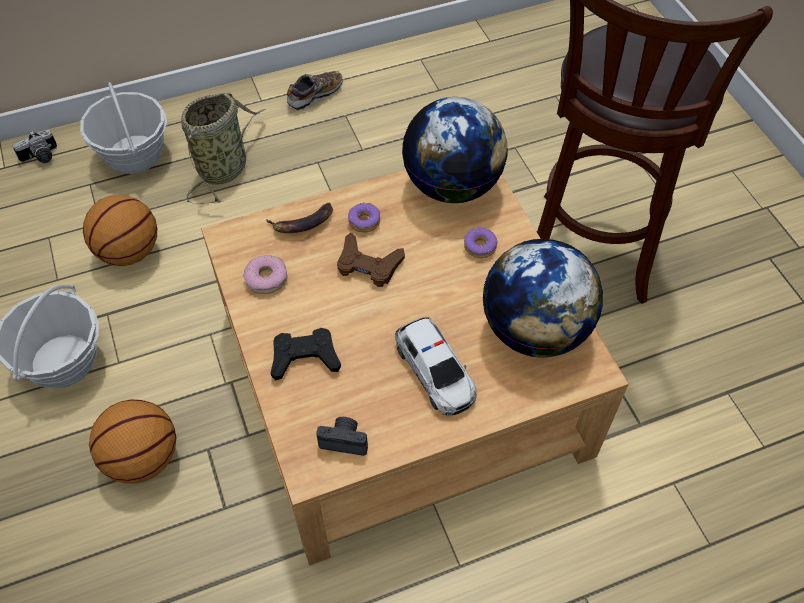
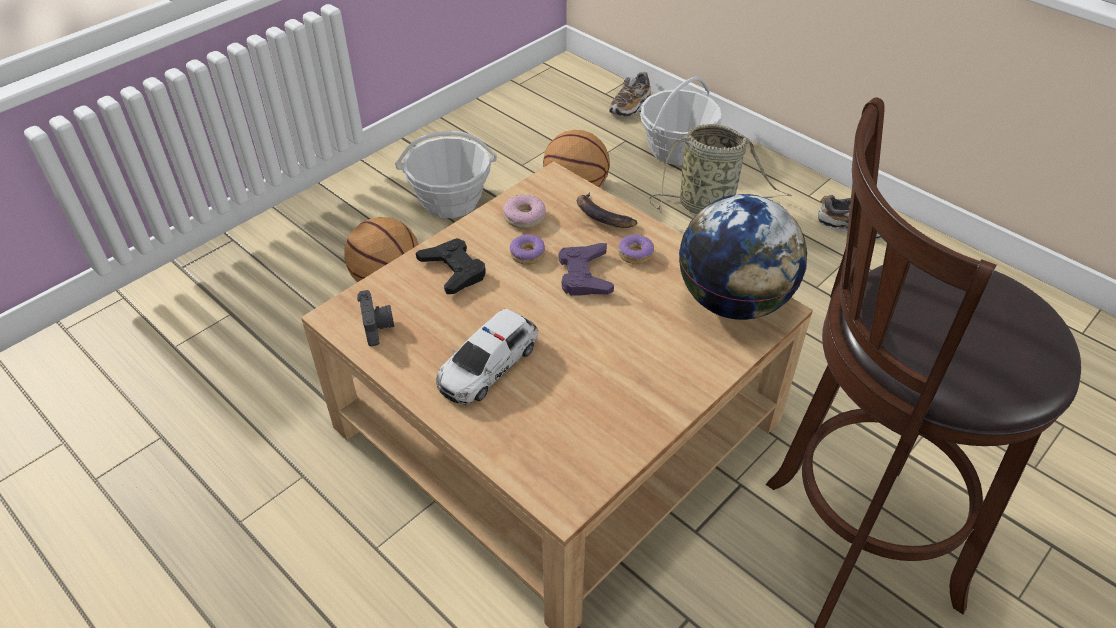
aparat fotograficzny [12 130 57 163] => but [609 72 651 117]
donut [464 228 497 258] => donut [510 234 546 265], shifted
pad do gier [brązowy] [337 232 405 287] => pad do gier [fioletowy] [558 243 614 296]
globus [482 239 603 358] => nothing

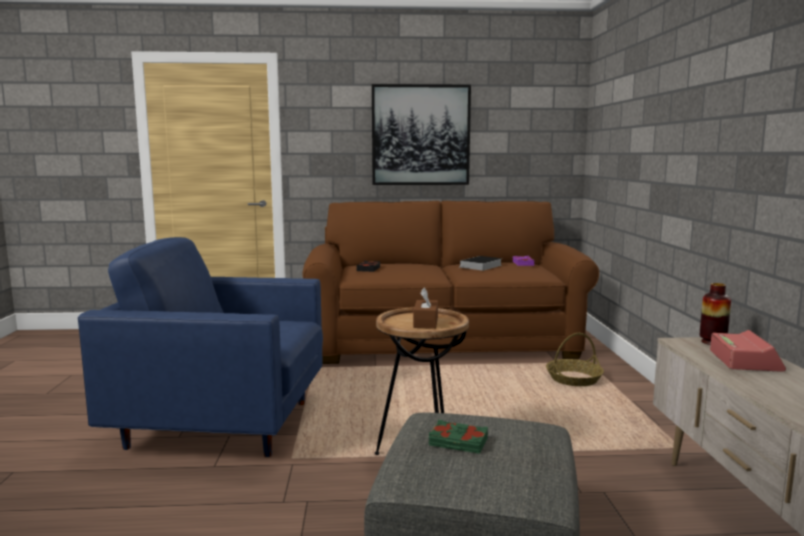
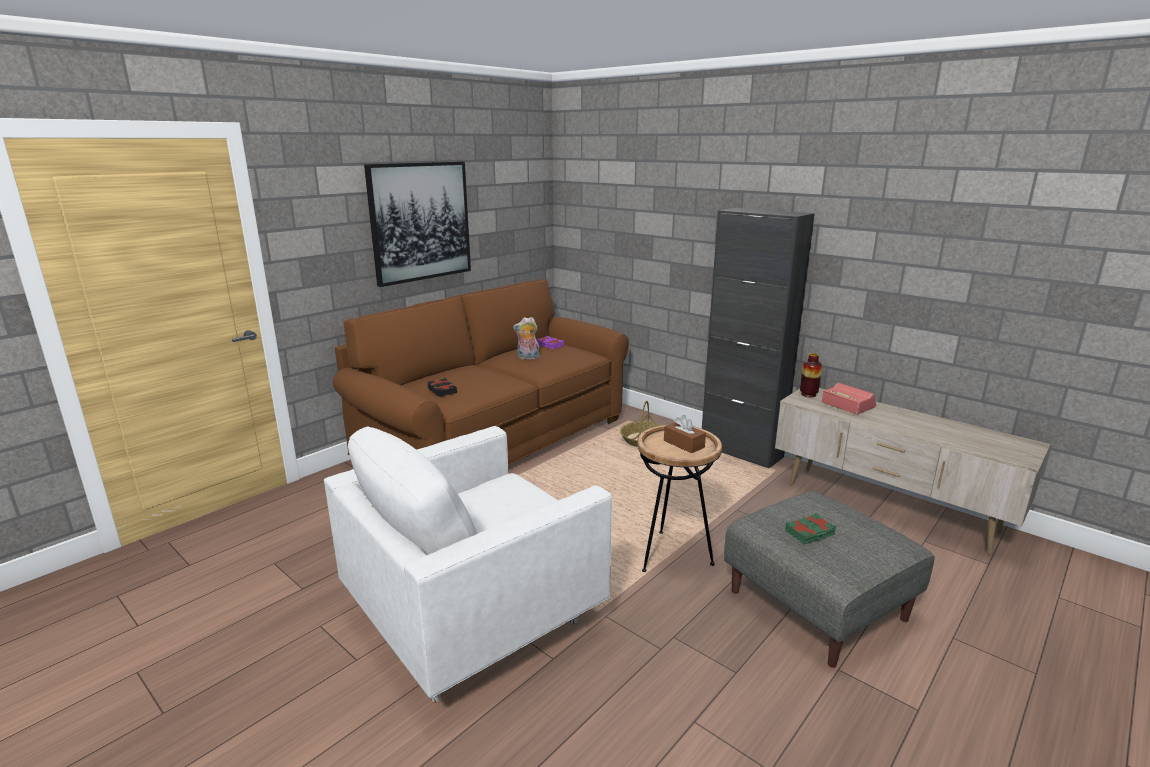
fotel [niebieski] [78 237 323 457] => fotel [biały] [324 426 612 703]
książka [457 256 502 271] => pluszak [513 317 540 360]
nothing => szafka [czarny] [702 208 815 468]

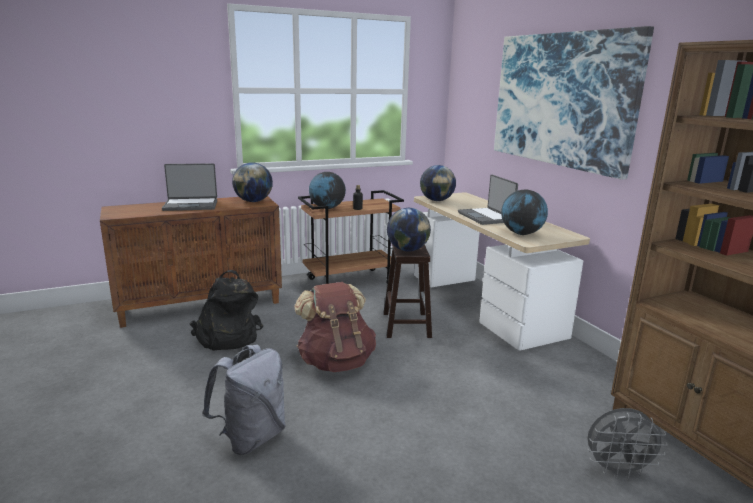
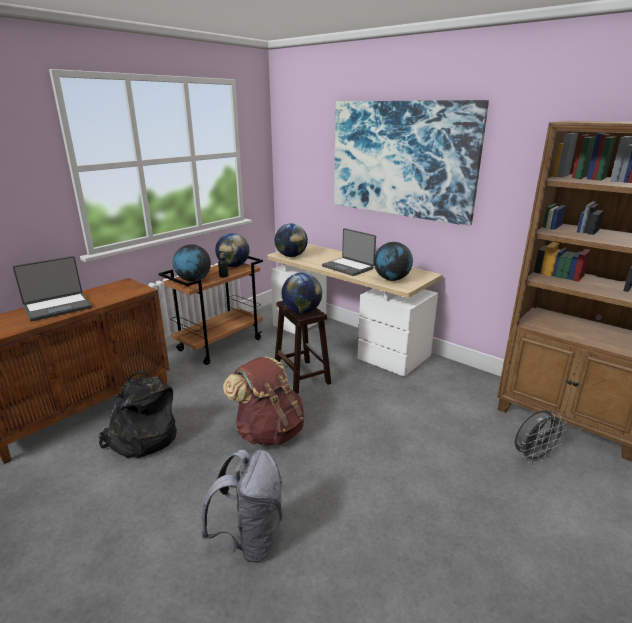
globus [232 162 273 202] => globus [215 233 249 267], shifted

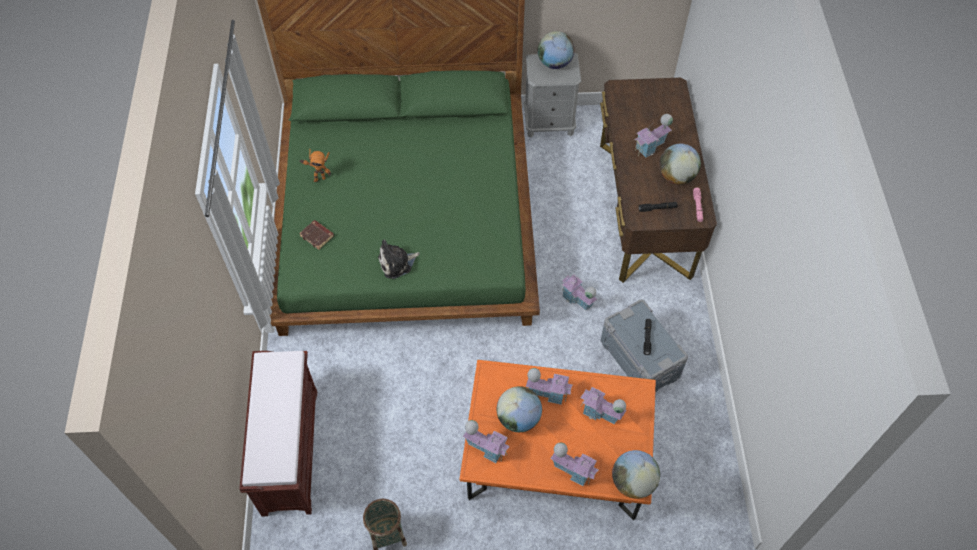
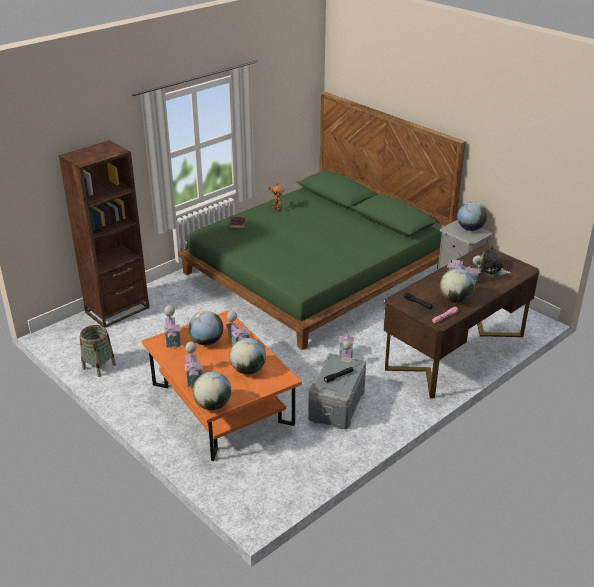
pluszak [378 239 420 279] => pluszak [478 245 512 276], shifted
ławka [brązowy] [239 351 317 517] => regał [brązowy] [59 140 150 328]
domek [581 387 626 424] => globus [230 338 266 374]

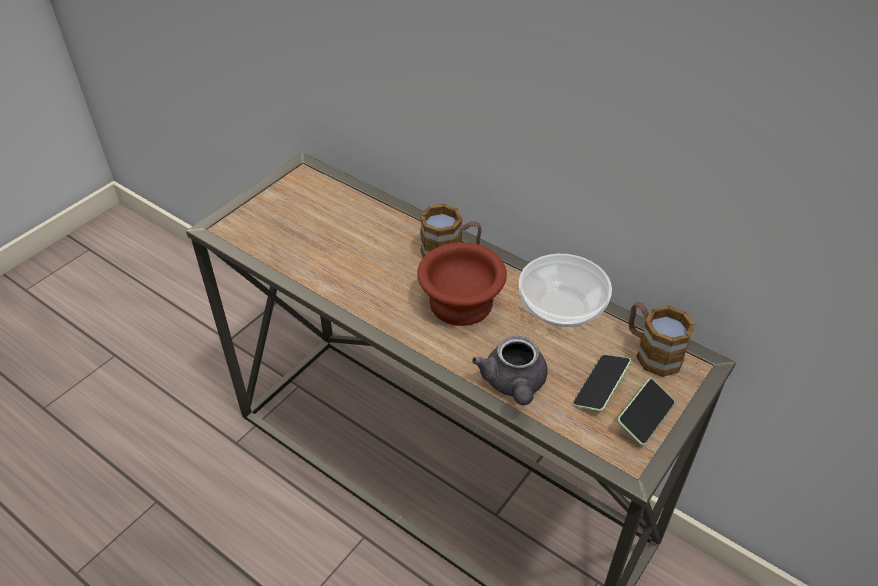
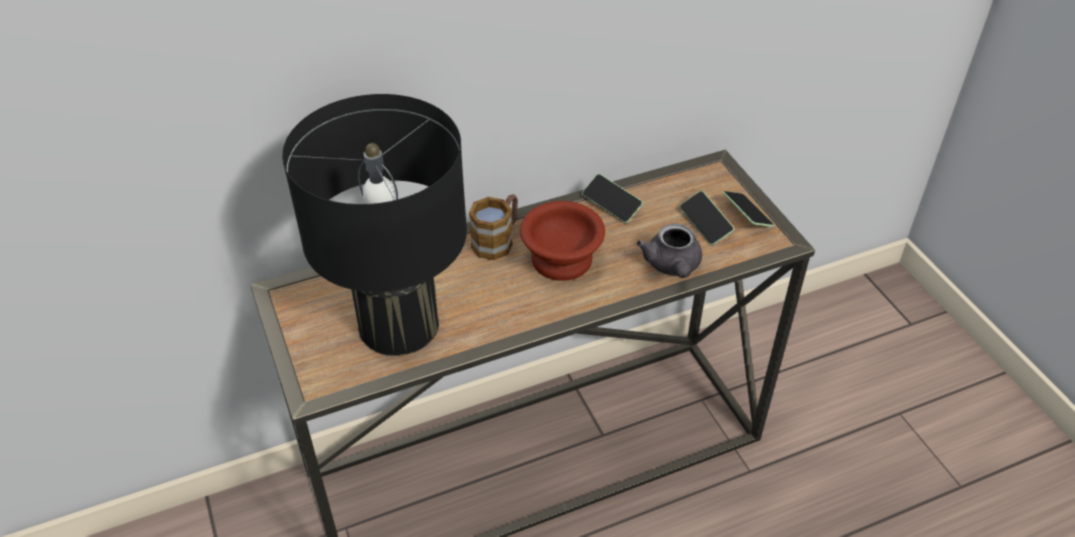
miska [519 254 612 327] => telefon [582 174 643 223]
kubek [628 302 695 377] => nothing
imbryk [szary] [472 336 548 405] => imbryk [szary] [637 223 702 278], 60 degrees clockwise
nothing => lampa stołowa [czarny] [282 94 467 356]

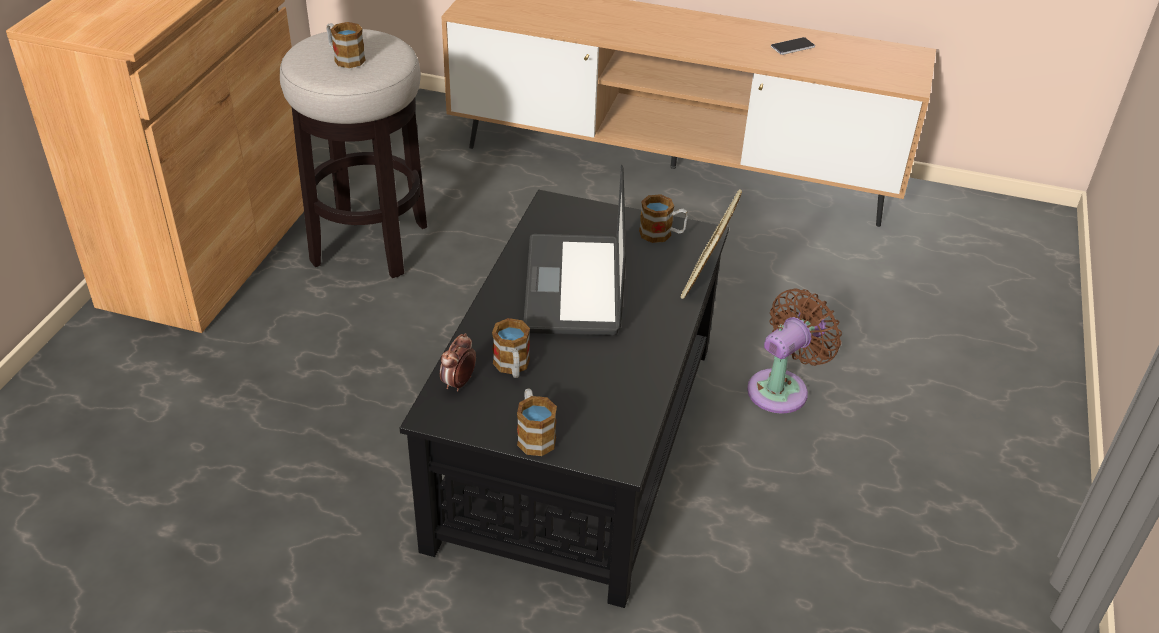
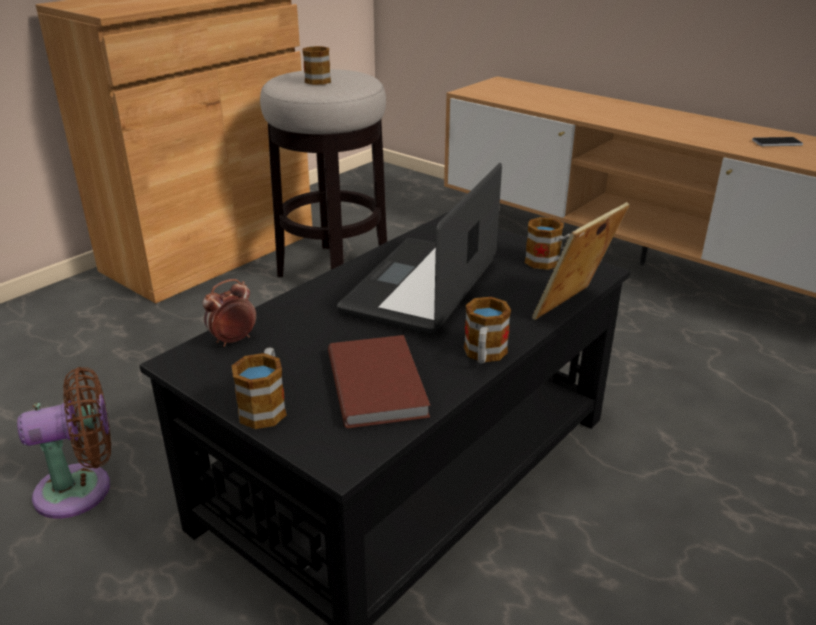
wentylator [brązowy] [747 288 842 414] => wentylator [brązowy] [17 367 111 519], shifted
kubek [492 318 530 378] => kubek [464 297 511 363], shifted
nothing => książka [brązowy] [328 335 431 428]

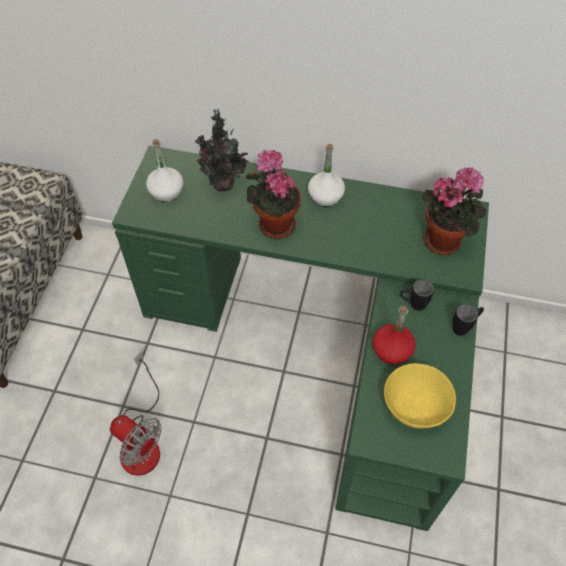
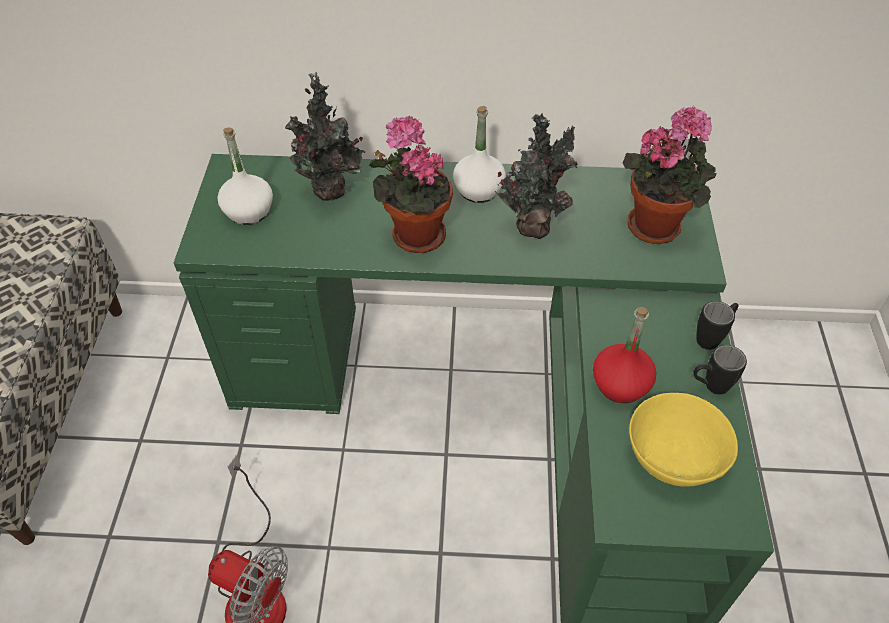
kubek [czarny] [400 279 434 311] => kubek [czarny] [693 345 747 395], shifted
nothing => roślina doniczkowa [495 113 578 239]

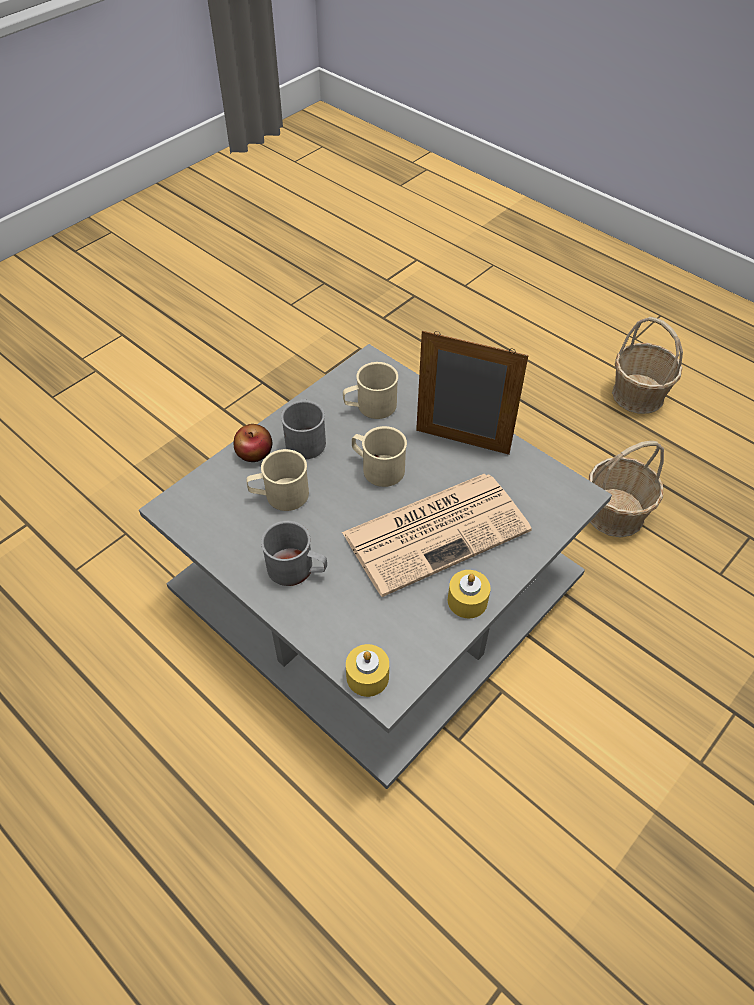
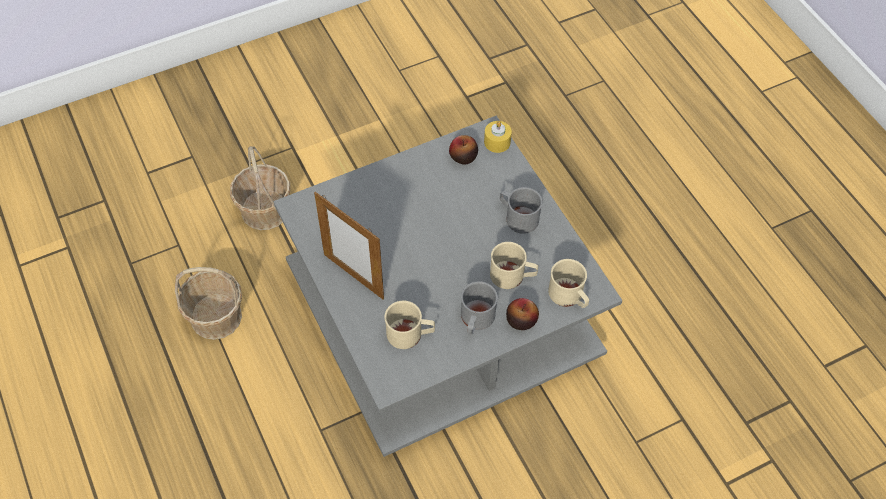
koszyk [612 317 683 414] => koszyk [230 146 290 230], shifted
kubek [beżowy] [352 426 407 487] => kubek [beżowy] [548 259 589 308], shifted
gazeta [342 474 532 597] => nothing
świeca [żółty] [448 570 490 618] => nothing
nothing => jabłko [449 135 478 165]

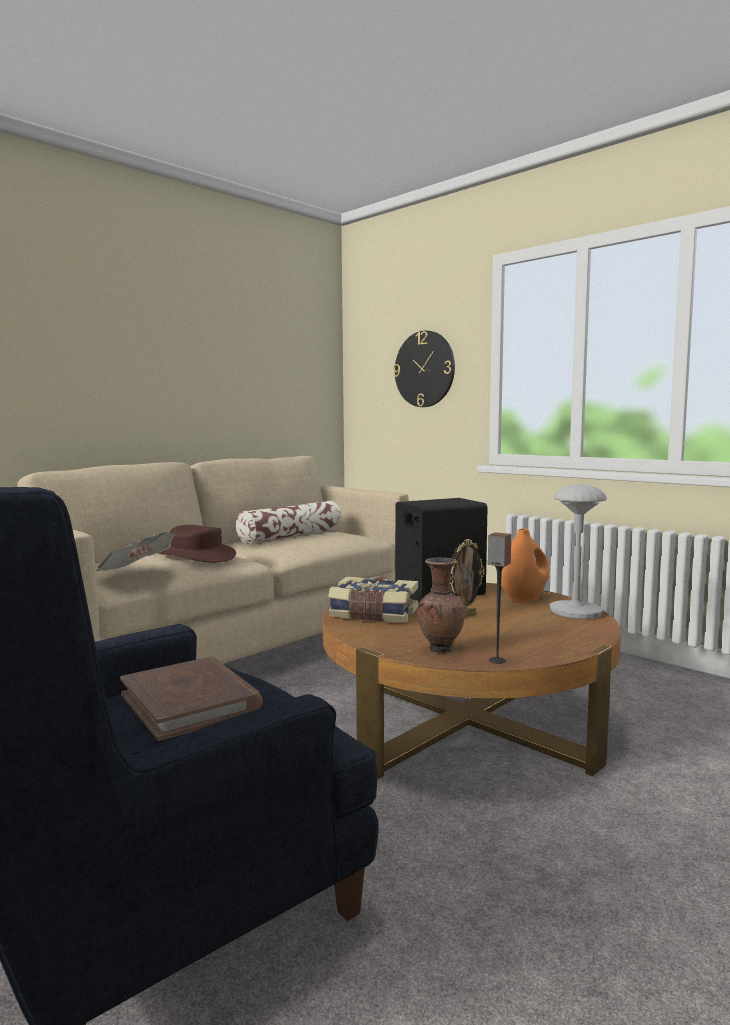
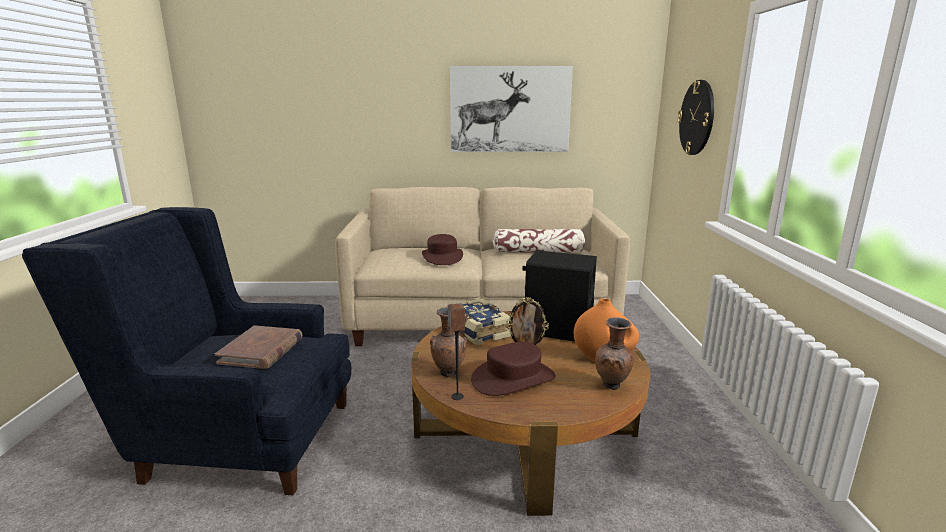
lampa stołowa [szary] [549 484 607 619] => wazon [brązowy] [595 317 634 390]
gazeta [96 532 176 571] => nothing
nothing => obraz [450 66 573 152]
nothing => kapelusz [brązowy] [471 342 556 396]

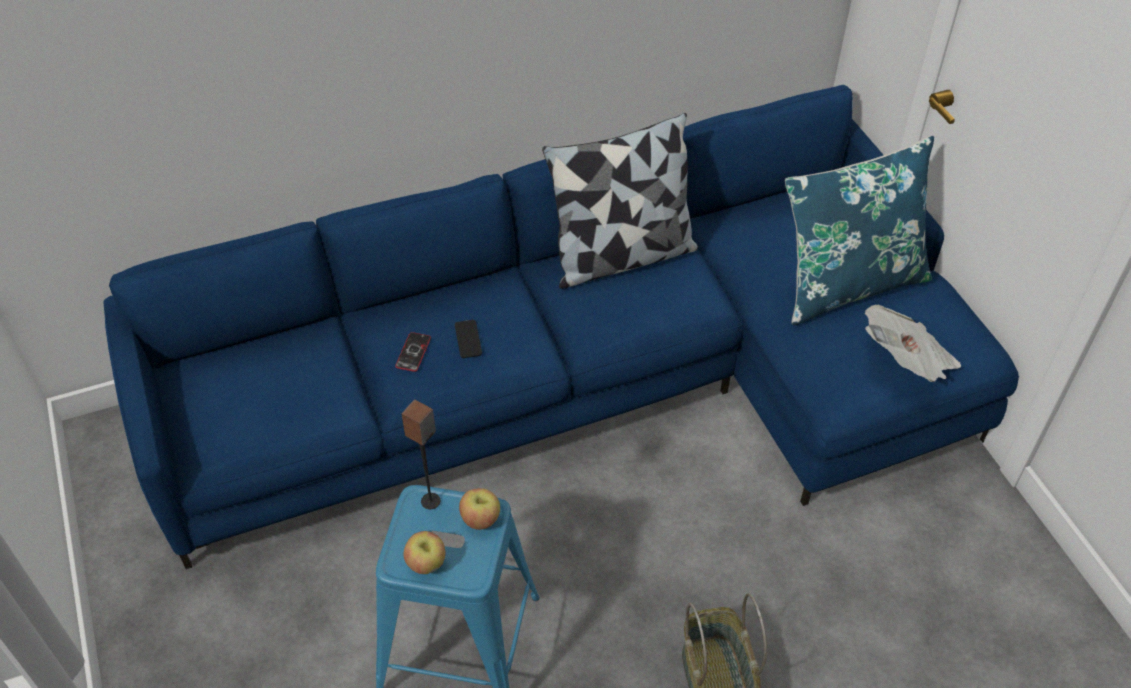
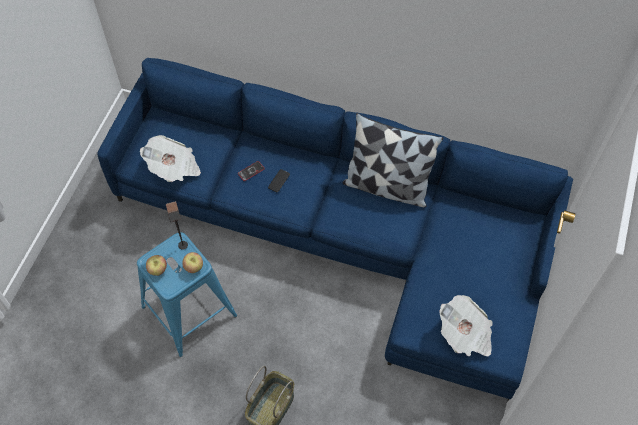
poduszka [niebieski] [785 135 934 325] => nothing
nothing => gazeta [140 135 201 182]

